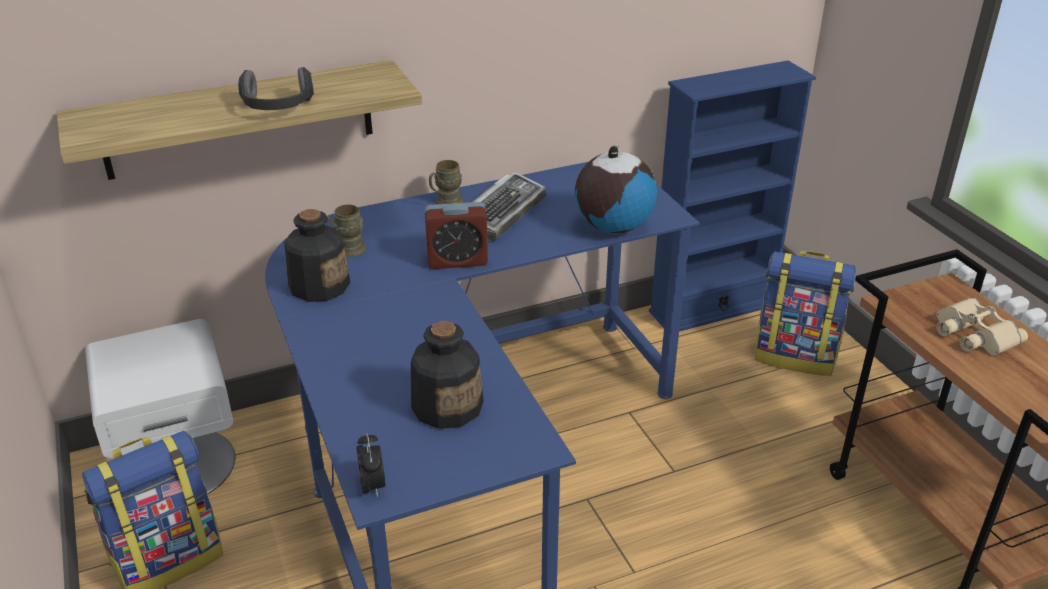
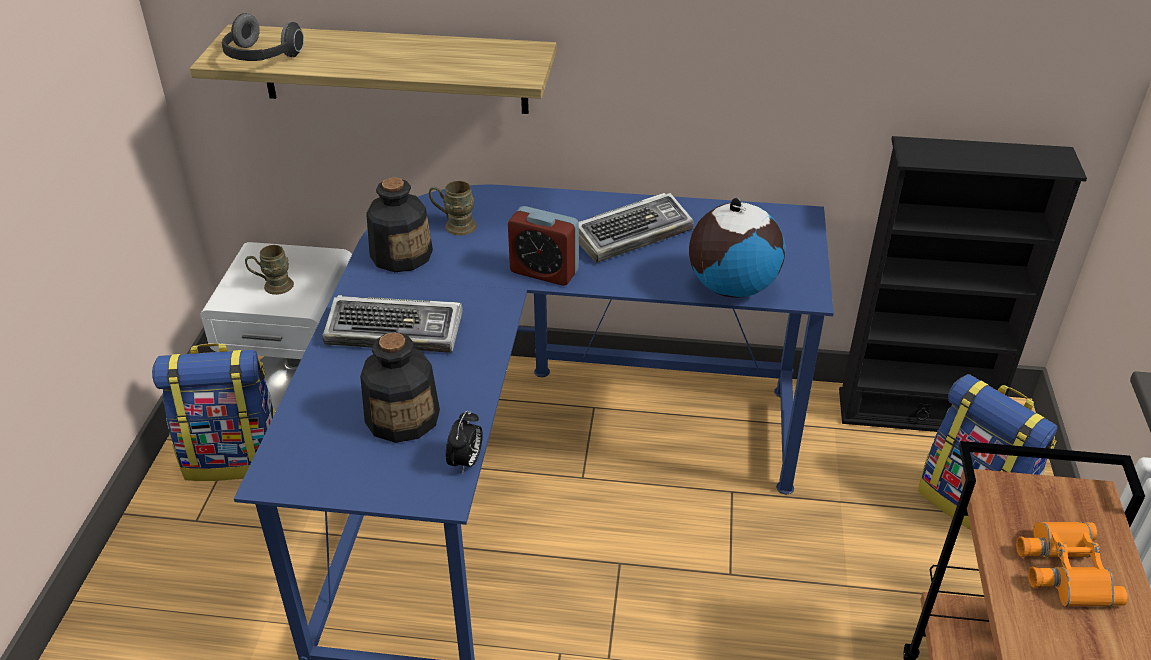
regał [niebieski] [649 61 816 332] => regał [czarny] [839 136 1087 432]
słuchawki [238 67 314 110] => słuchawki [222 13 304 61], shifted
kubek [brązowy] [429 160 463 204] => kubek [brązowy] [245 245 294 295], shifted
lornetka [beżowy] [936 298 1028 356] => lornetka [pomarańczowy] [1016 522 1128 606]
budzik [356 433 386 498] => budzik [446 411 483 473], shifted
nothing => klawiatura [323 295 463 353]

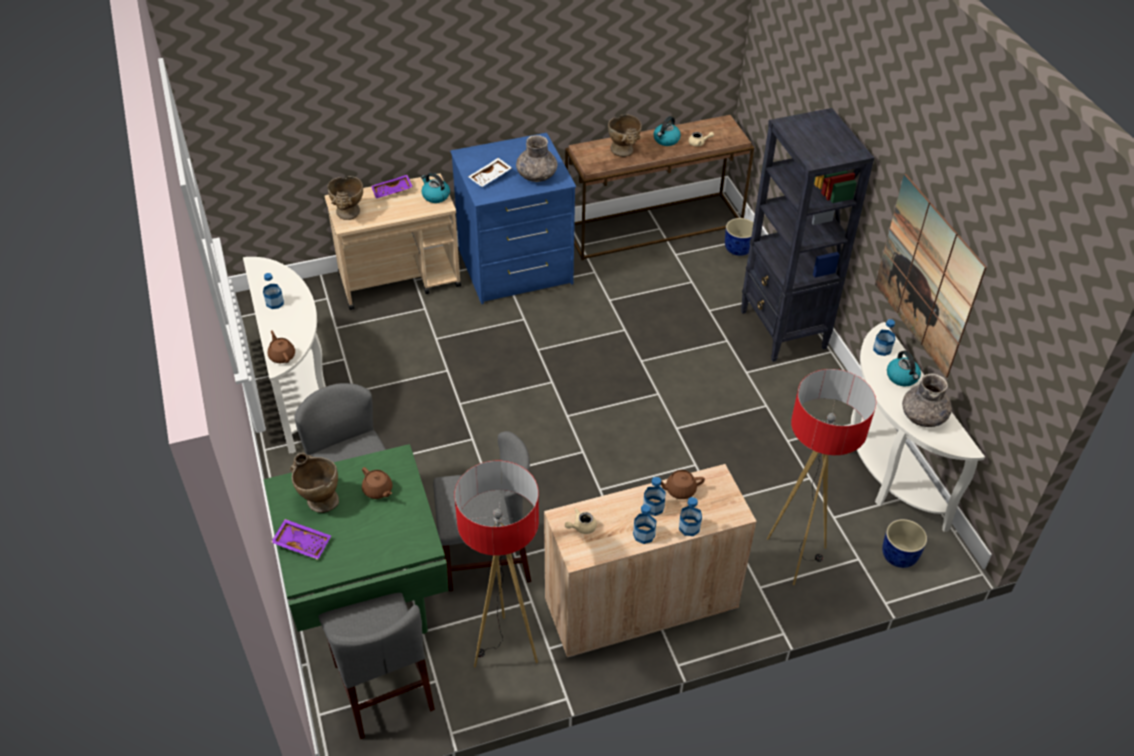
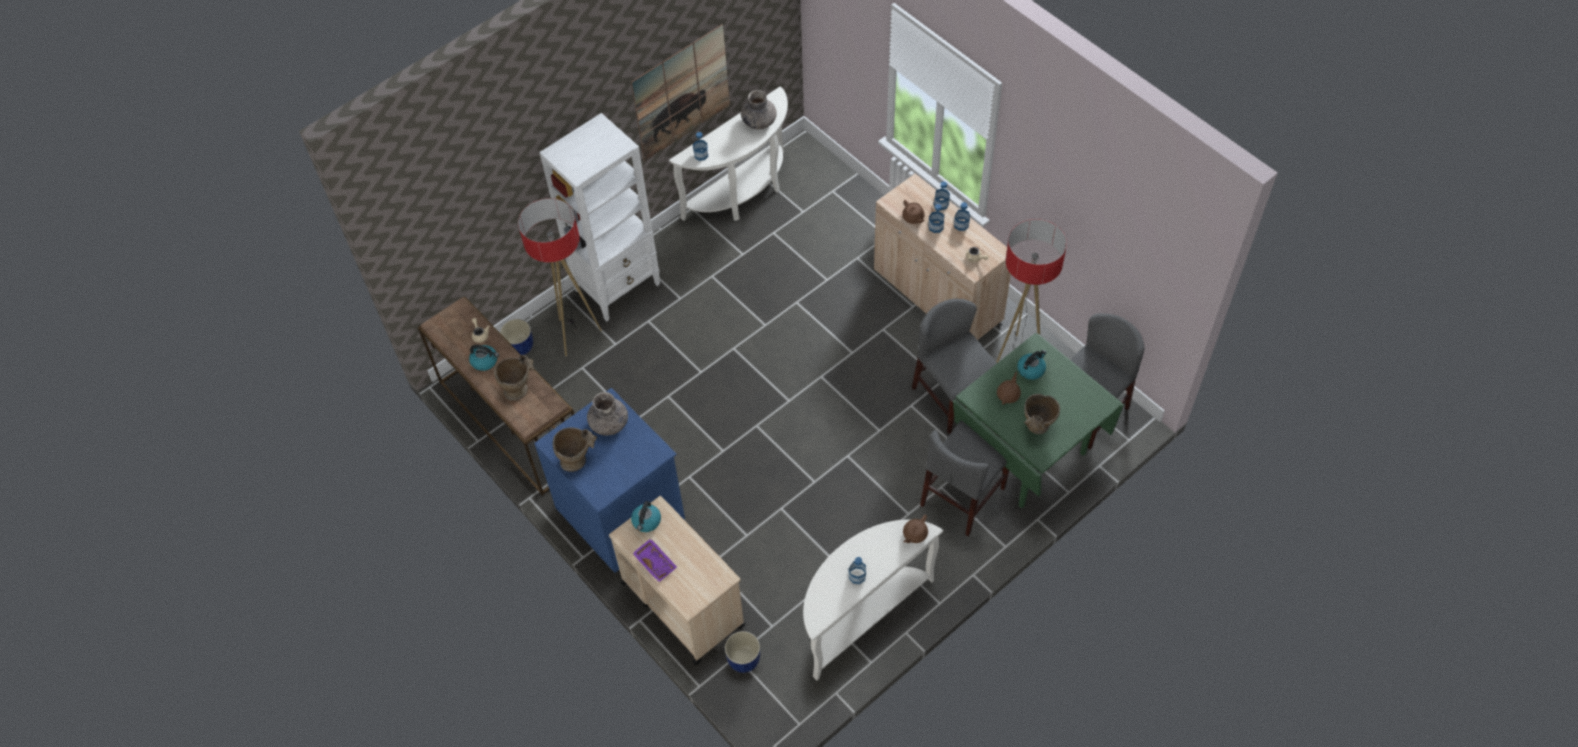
regał [czarny] [741 108 874 362] => regał [biały] [539 113 660 321]
taca [biały] [468 158 512 187] => nothing
wazon [beżowy] [327 176 363 220] => wazon [beżowy] [553 427 597 472], shifted
czajnik [887 351 921 386] => czajnik [1017 350 1046 380], shifted
lampa stojąca [767 369 876 585] => lampa stojąca [518 198 602 356], shifted
taca [fioletowy] [271 519 331 560] => nothing
donica [niebieski] [882 519 927 568] => donica [niebieski] [725 631 760 673], shifted

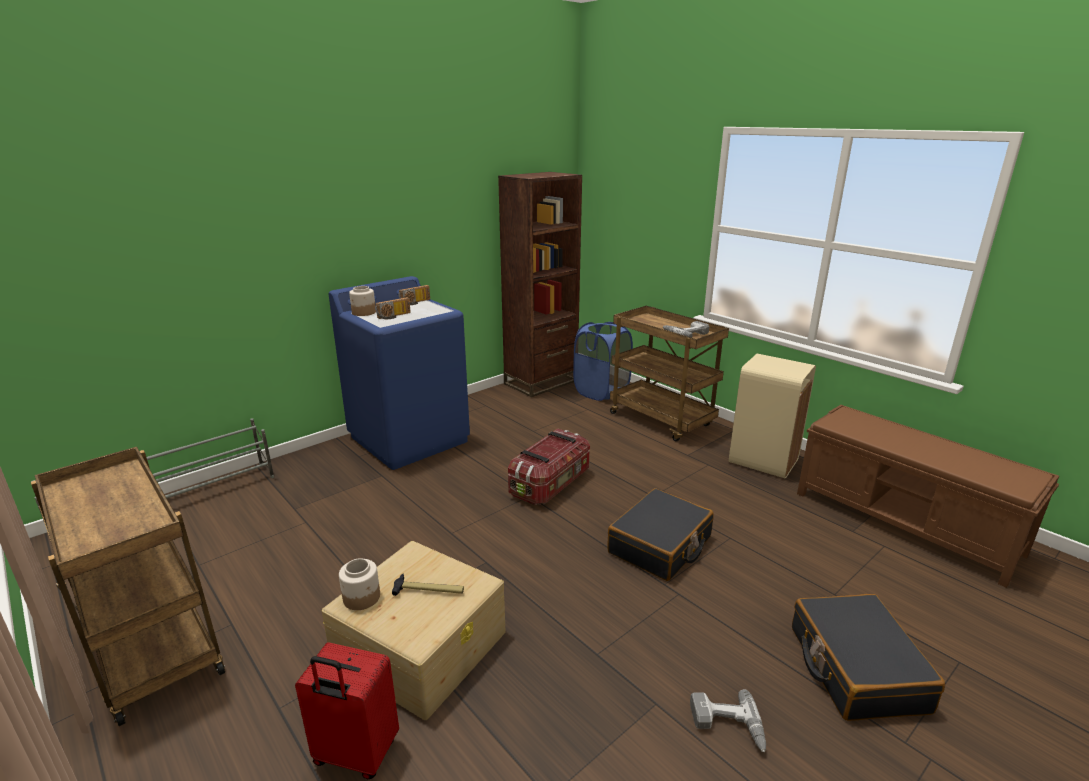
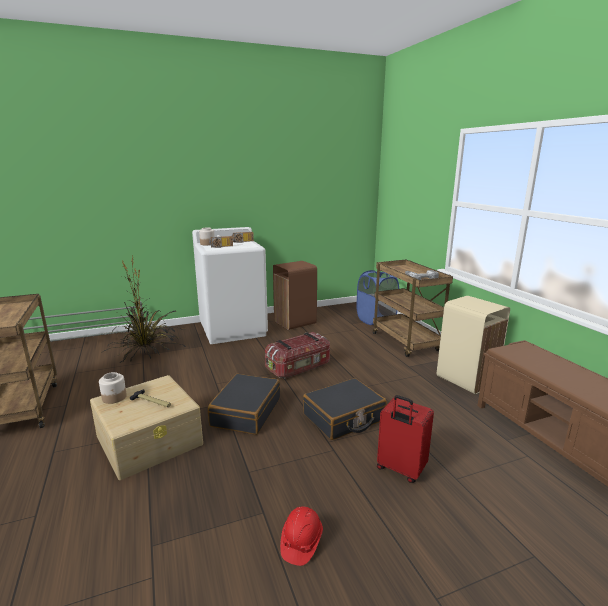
regał [brązowy] [498 172 582 397] => nothing
pralka [niebieski] [329 276 470 470] => pralka [biały] [192 227 268 344]
walizka [czarny] [792 594 945 721] => walizka [czarny] [208 374 280 435], shifted
walizka [czerwony] [295 643 399 779] => walizka [czerwony] [377 395 434 483], shifted
wiertarka [690 689 766 752] => kask [czerwony] [280 507 323 566]
nothing => roślina doniczkowa [99 257 186 365]
nothing => kosz na śmieci [brązowy] [273 261 317 330]

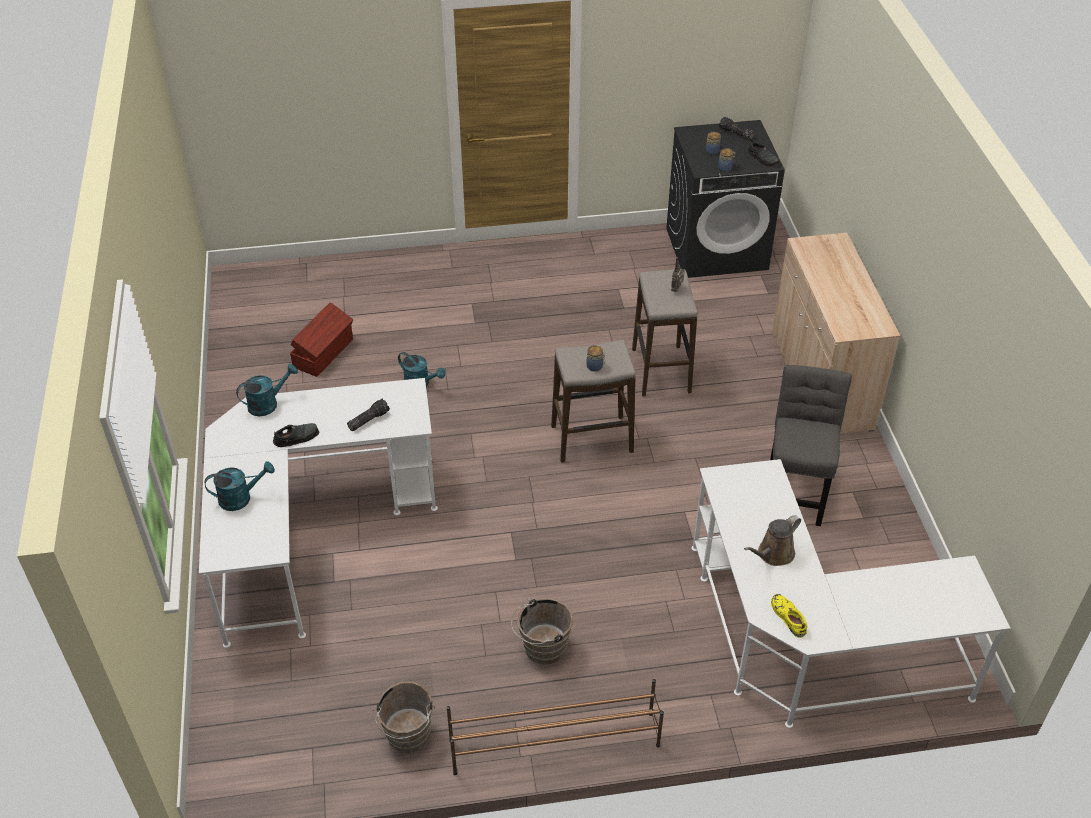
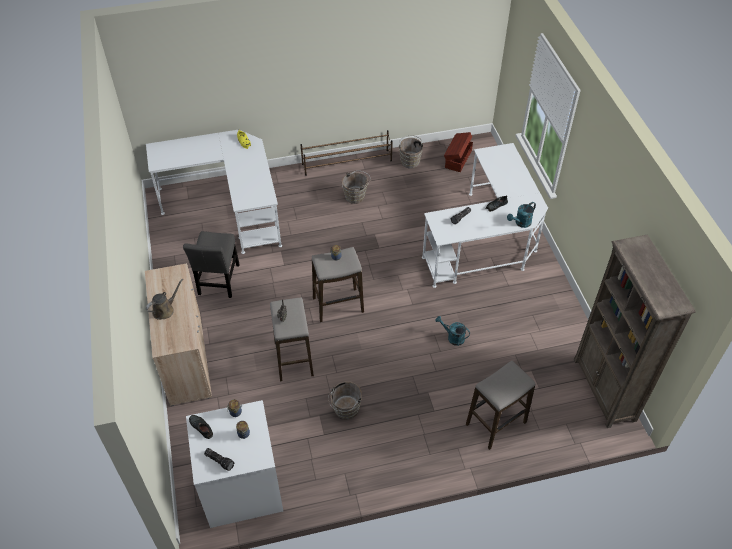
pralka [czarny] [666 120 785 278] => pralka [biały] [186 400 283 528]
pojemnik do przechowywania [brązowy] [290 302 353 377] => pojemnik do przechowywania [brązowy] [444 132 473 172], shifted
konewka [turkusowy] [205 461 275 511] => nothing
konewka [brązowy] [744 515 801 566] => konewka [brązowy] [146 279 183 320], shifted
nothing => regał [brązowy] [574 235 696 428]
nothing => stołek [466 361 535 450]
nothing => wiadro [brązowy] [328 381 362 420]

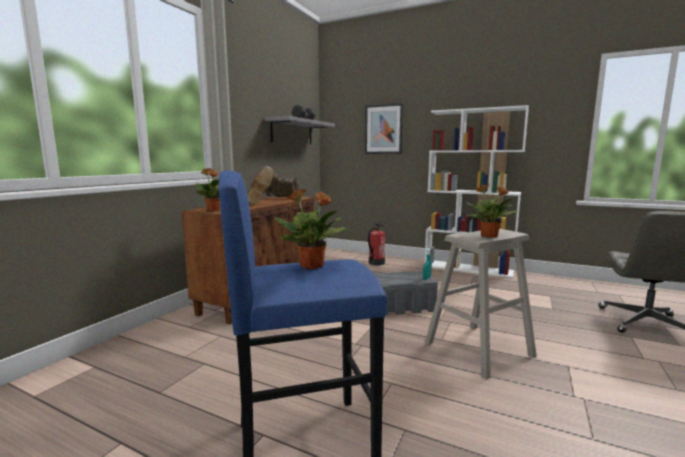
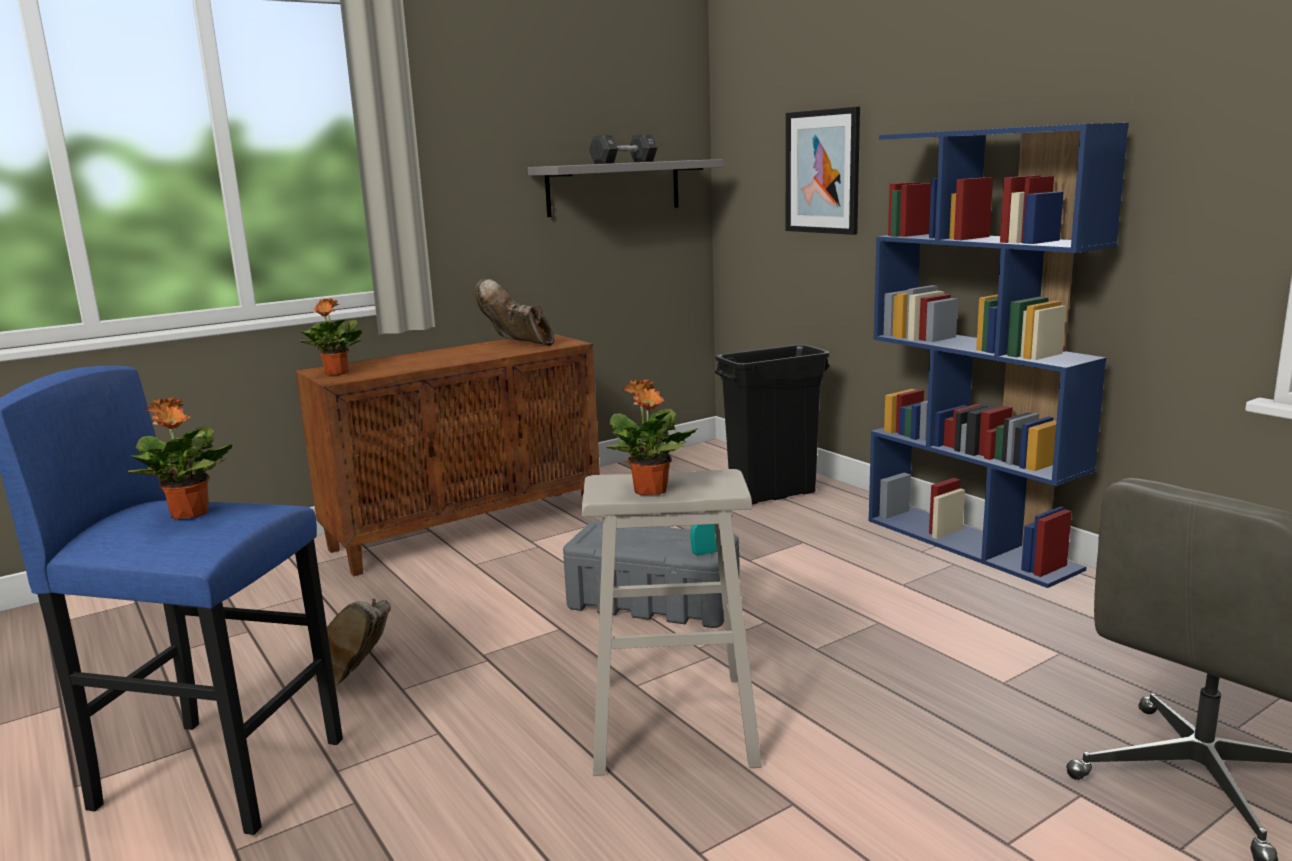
regał [biały] [425 105 529 278] => regał [niebieski] [868 123 1129 588]
but z cholewką [brązowy] [247 167 273 204] => but z cholewką [brązowy] [313 599 391 686], shifted
gaśnica [368 219 385 265] => kosz na śmieci [czarny] [715 344 830 505]

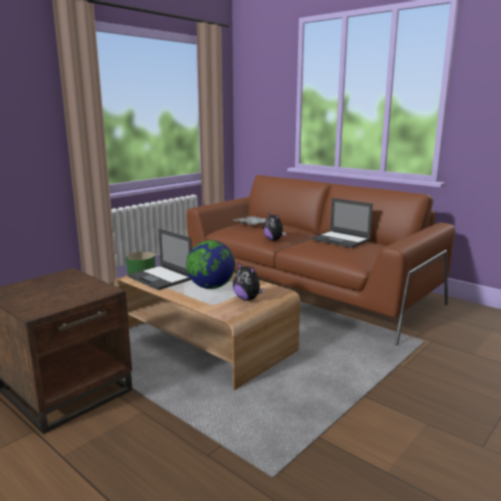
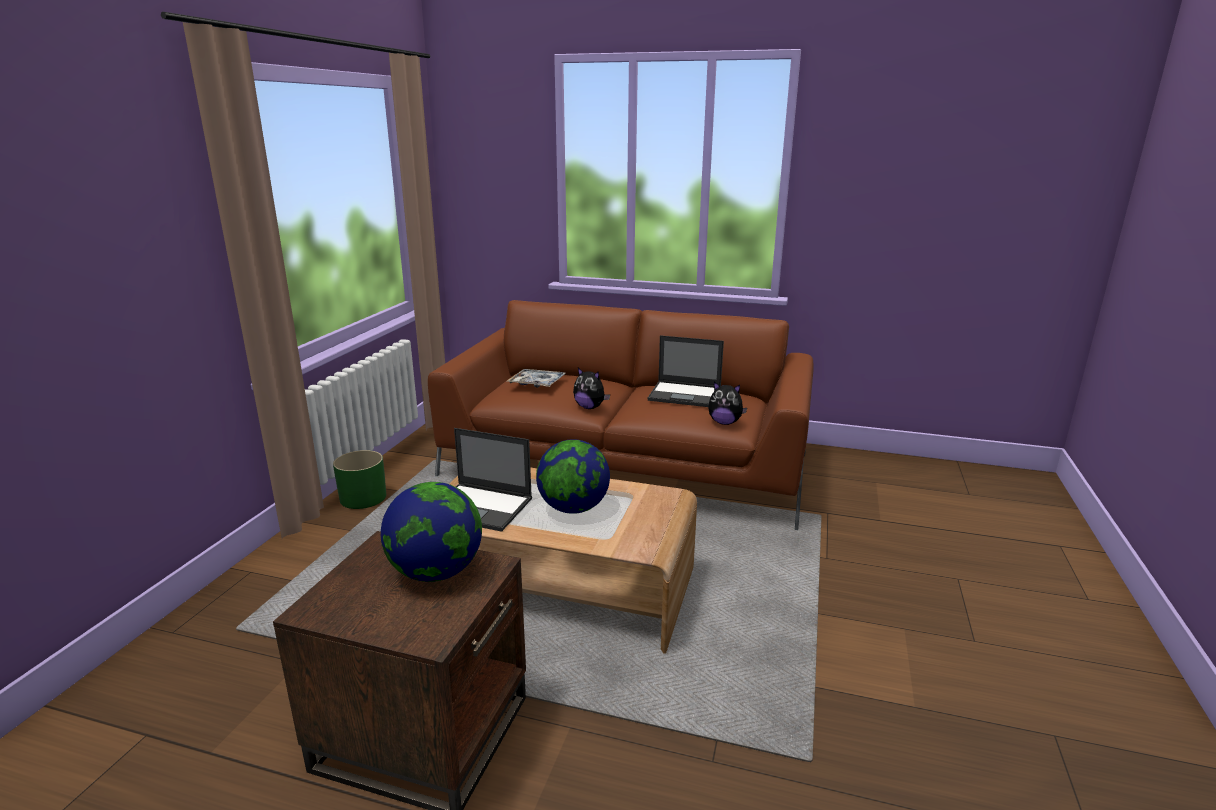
pluszak [233 263 265 301] => pluszak [708 382 747 425], shifted
nothing => globus [381 482 482 582]

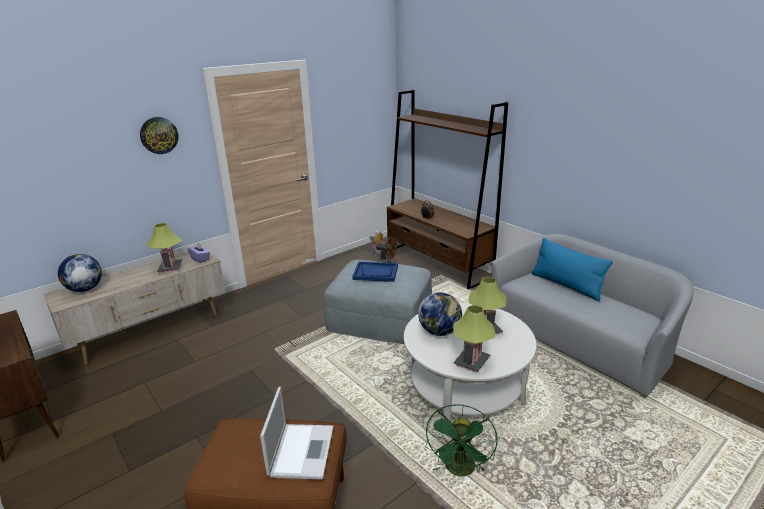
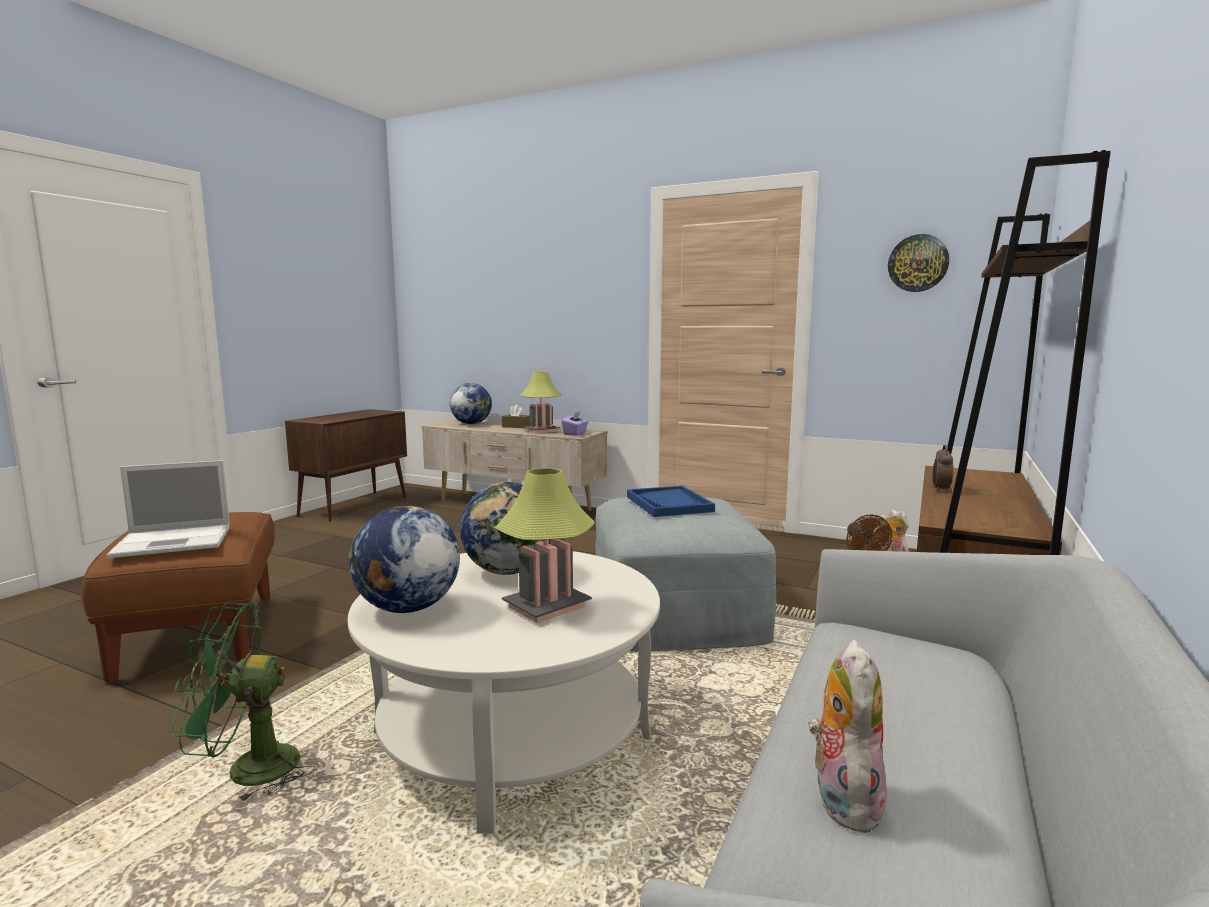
zegar ścienny [140 117 179 154] => zegar ścienny [888 234 949 292], shifted
poduszka [niebieski] [532 237 613 301] => nothing
lampa stołowa [453 305 496 373] => globus [349 506 460 613]
nothing => pudełko chusteczek [brązowy] [502 405 530 428]
nothing => pluszak [808 640 888 833]

